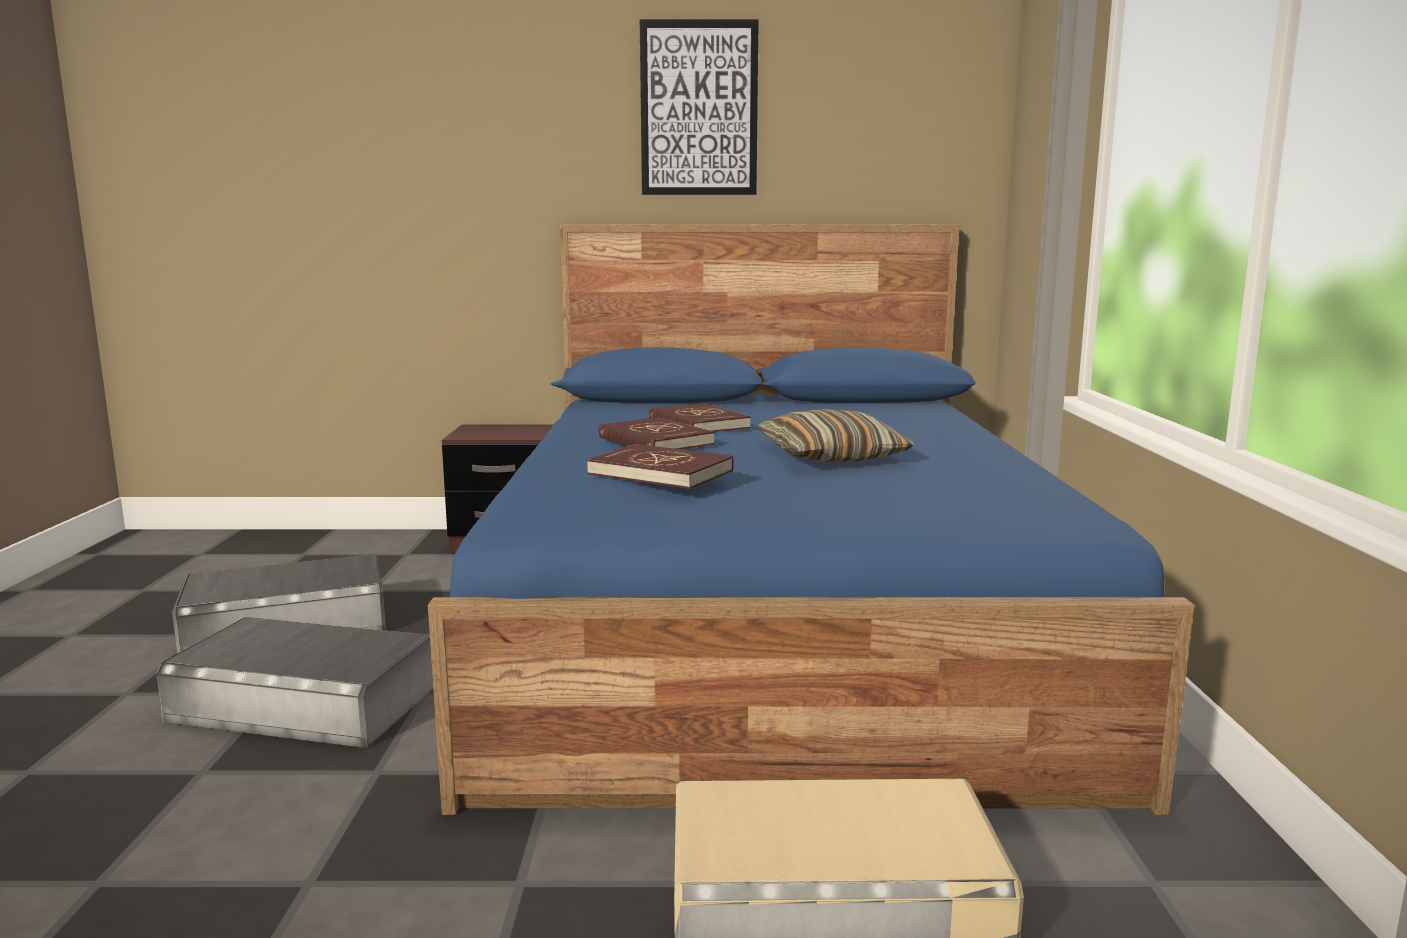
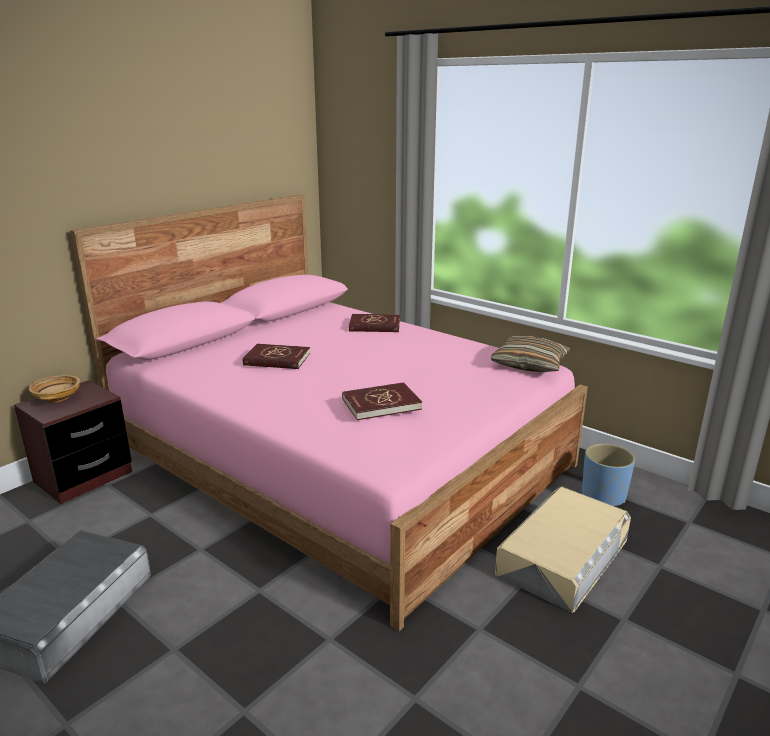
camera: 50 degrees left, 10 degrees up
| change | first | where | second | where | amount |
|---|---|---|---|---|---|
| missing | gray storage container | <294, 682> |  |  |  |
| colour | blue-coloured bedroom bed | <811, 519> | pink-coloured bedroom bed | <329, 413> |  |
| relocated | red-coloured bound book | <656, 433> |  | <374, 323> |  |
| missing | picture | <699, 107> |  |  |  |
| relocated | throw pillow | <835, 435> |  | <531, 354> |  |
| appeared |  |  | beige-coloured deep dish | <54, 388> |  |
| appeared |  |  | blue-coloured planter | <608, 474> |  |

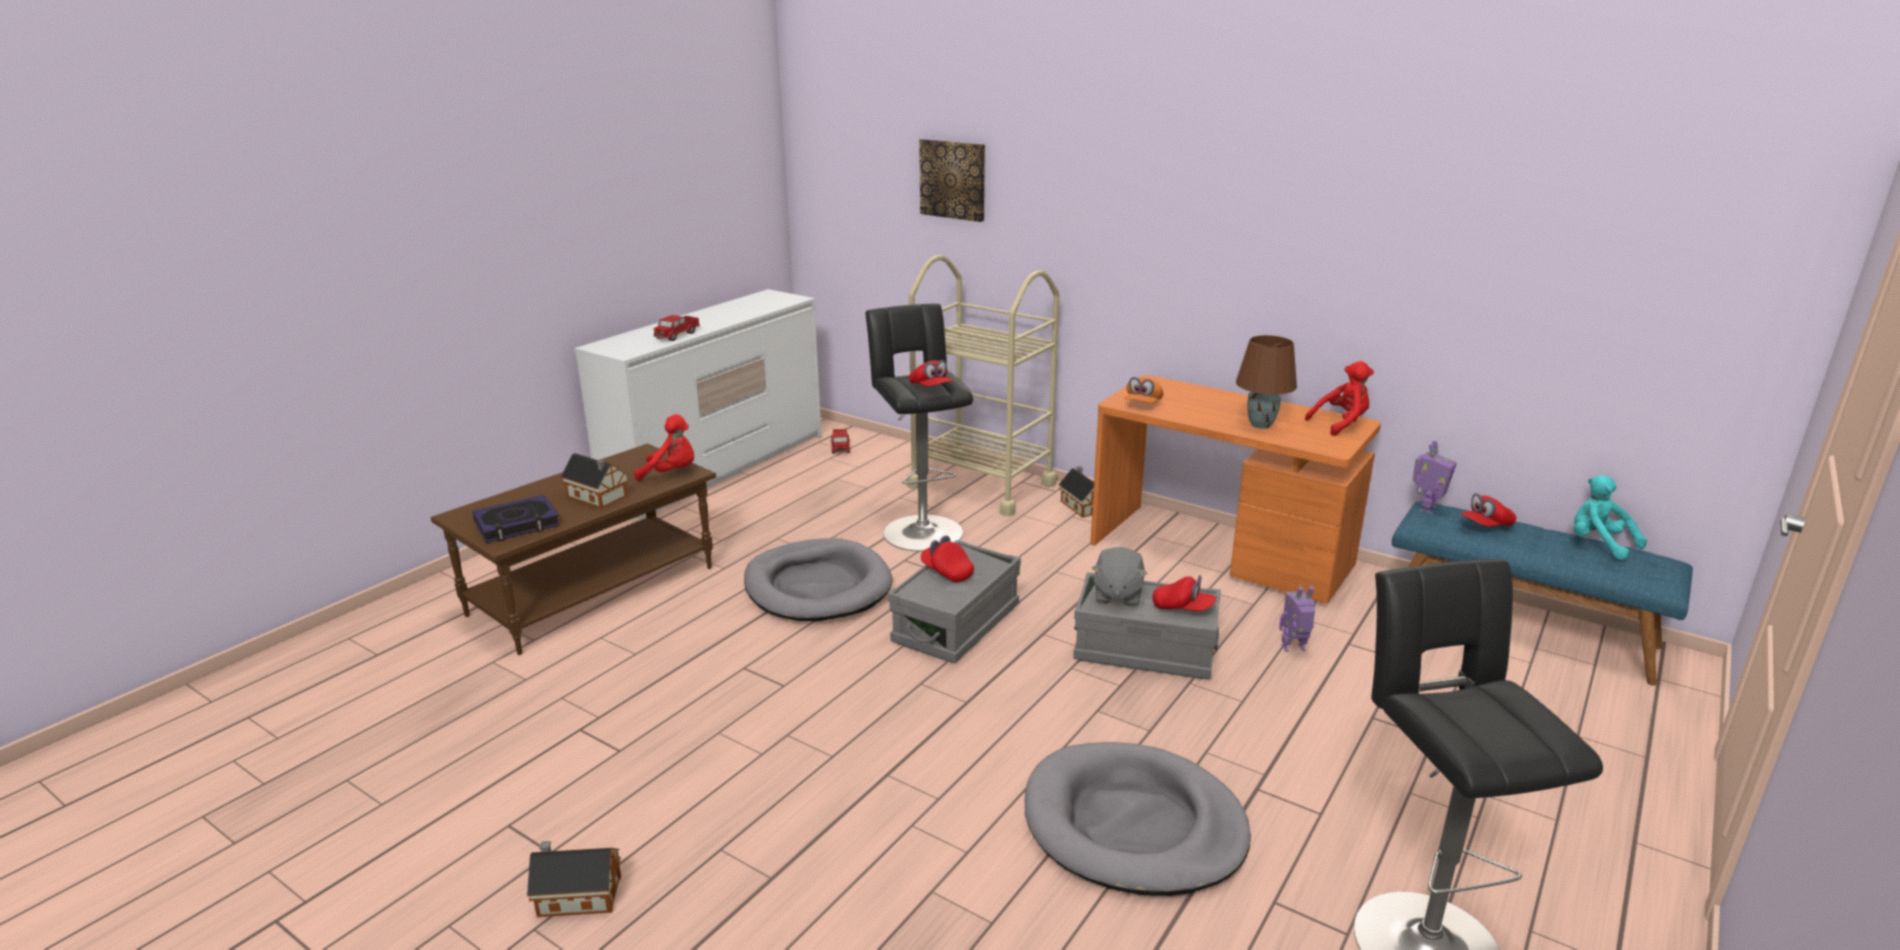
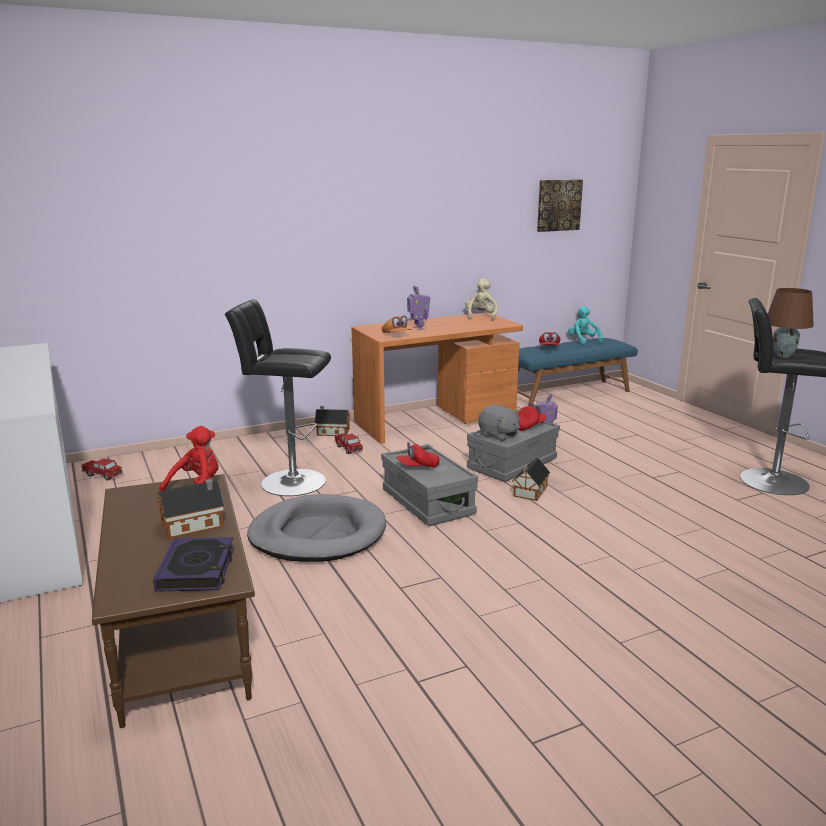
camera: 60 degrees left, 5 degrees down
| change | first | where | second | where | amount |
|---|---|---|---|---|---|
| relocated | model house | <574, 879> |  | <531, 479> |  |
| relocated | model truck | <677, 328> |  | <348, 443> |  |
| missing | beige-coloured cart | <983, 385> |  |  |  |
| missing | red-coloured cap | <931, 373> |  |  |  |
| relocated | picture | <952, 180> |  | <560, 205> |  |
| missing | gray dog bed | <1138, 819> |  |  |  |
| relocated | brownish lamp for a table | <1266, 382> |  | <791, 323> |  |
| colour | red-coloured plush toy | <1339, 398> | beige-coloured plush toy | <481, 299> |  |
| relocated | robot figure | <1434, 477> |  | <418, 307> |  |
| spun | turquoise plush toy | <1610, 517> |  | <585, 325> | 75 degrees clockwise |

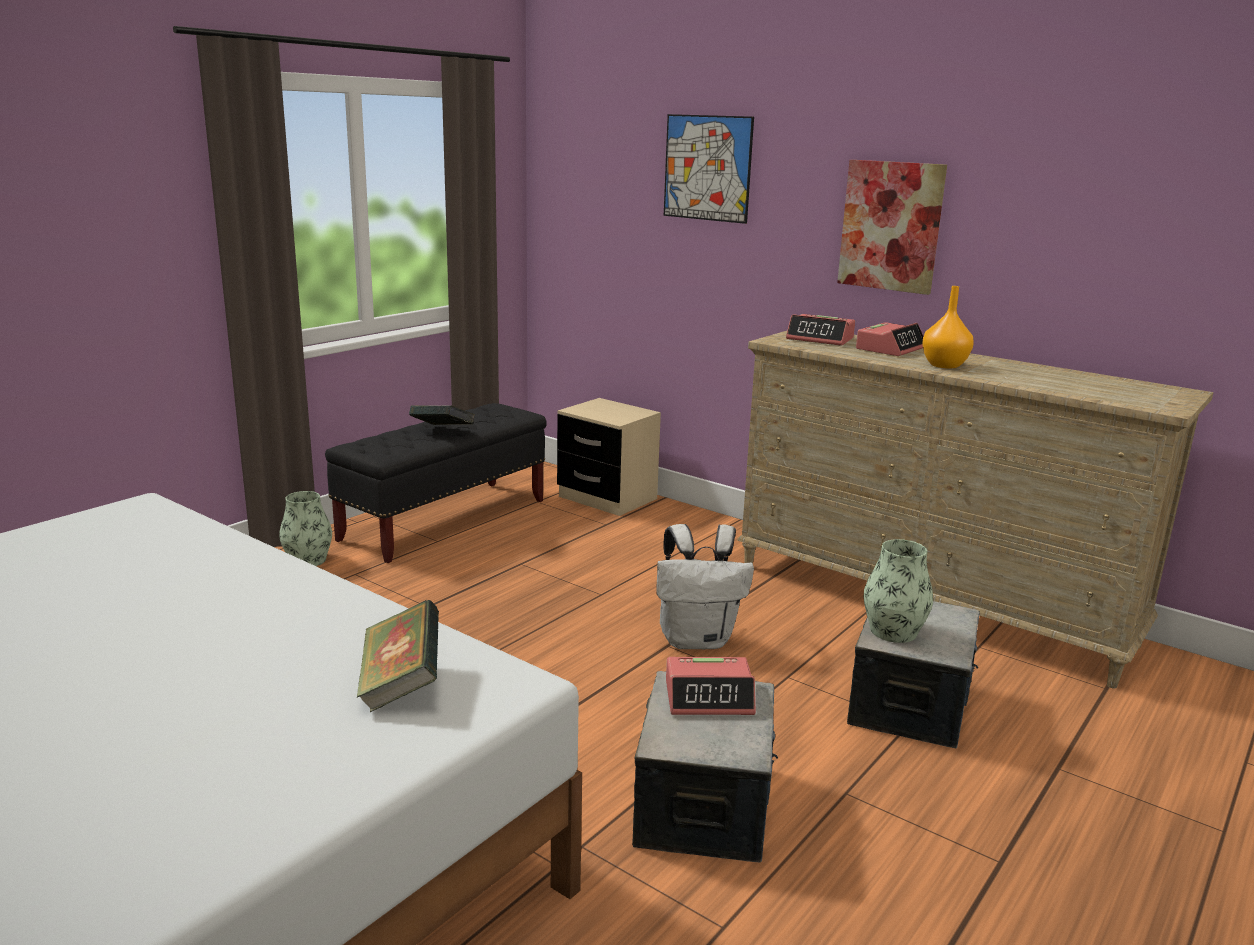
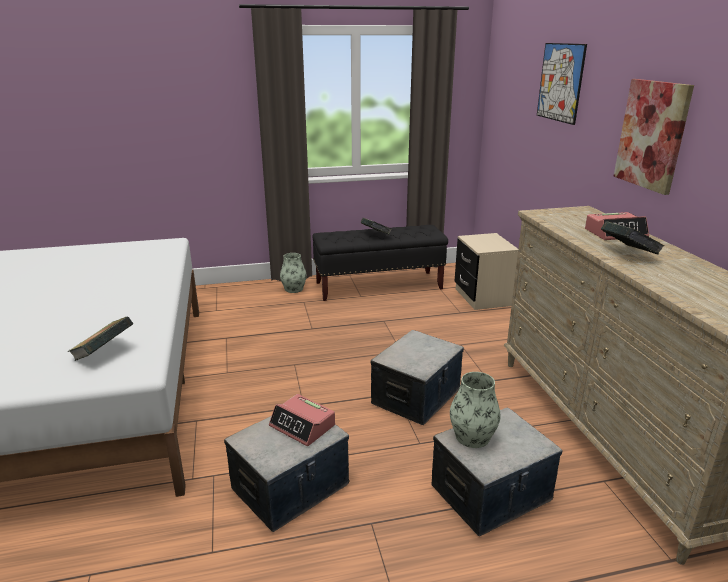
camera: 40 degrees right, 5 degrees up
| change | first | where | second | where | amount |
|---|---|---|---|---|---|
| exchanged | whitish knapsack | <705, 586> | storage container | <417, 377> |  |
| missing | table clock | <820, 330> |  |  |  |
| exchanged | orange decorative vase | <948, 327> | bound book | <632, 238> |  |

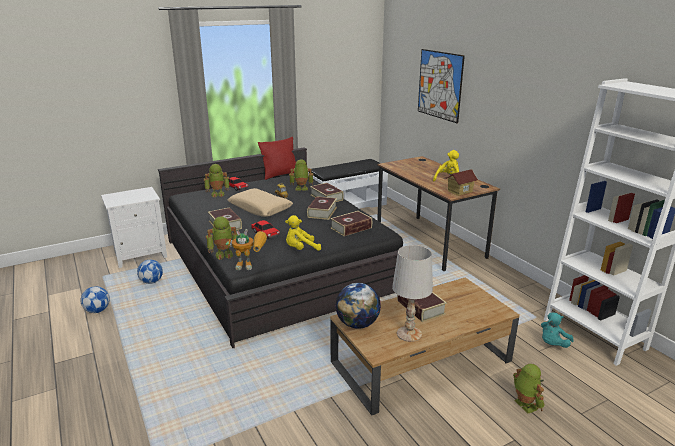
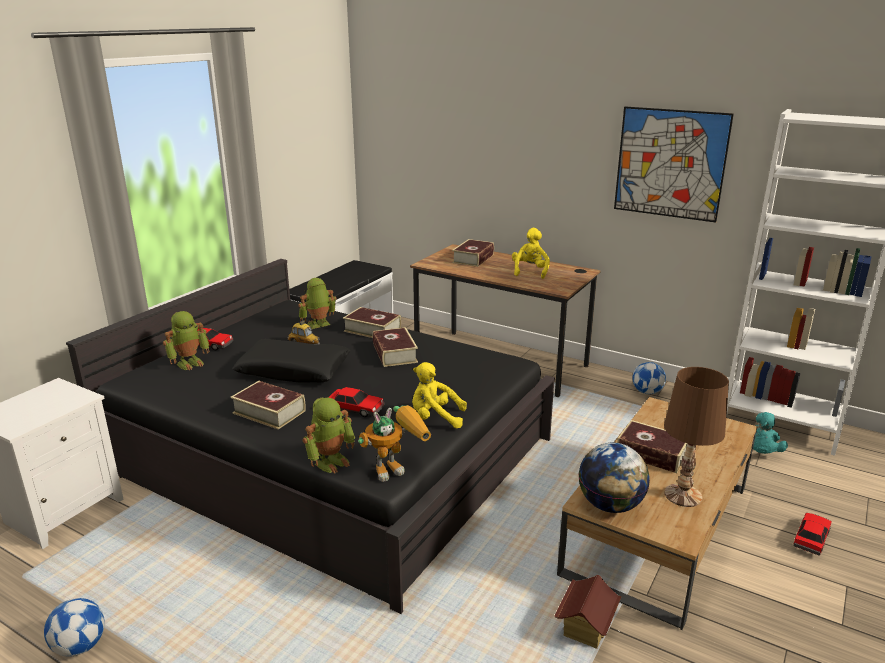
camera: 30 degrees left, 0 degrees up
| change | first | where | second | where | amount |
|---|---|---|---|---|---|
| relocated | football ball | <150, 272> |  | <649, 378> |  |
| colour | beige-coloured throw pillow | <260, 202> | blackish throw pillow | <291, 361> |  |
| missing | red-coloured throw pillow | <277, 158> |  |  |  |
| spun | yellowish plush toy | <303, 233> |  | <439, 395> | 60 degrees clockwise |
| relocated | bound book | <351, 223> |  | <473, 253> |  |
| colour | whitish lamp for a table | <412, 293> | brownish lamp for a table | <696, 437> |  |
| relocated | picture | <441, 86> |  | <674, 165> |  |
| relocated | model house | <461, 182> |  | <588, 612> |  |
| exchanged | robot figure | <529, 388> | model car | <812, 534> |  |

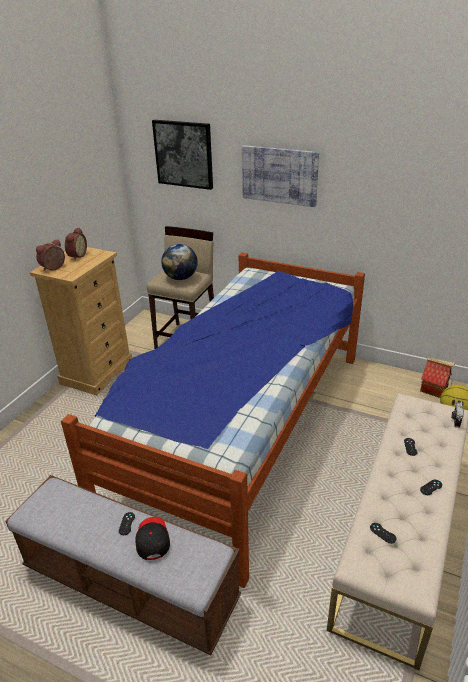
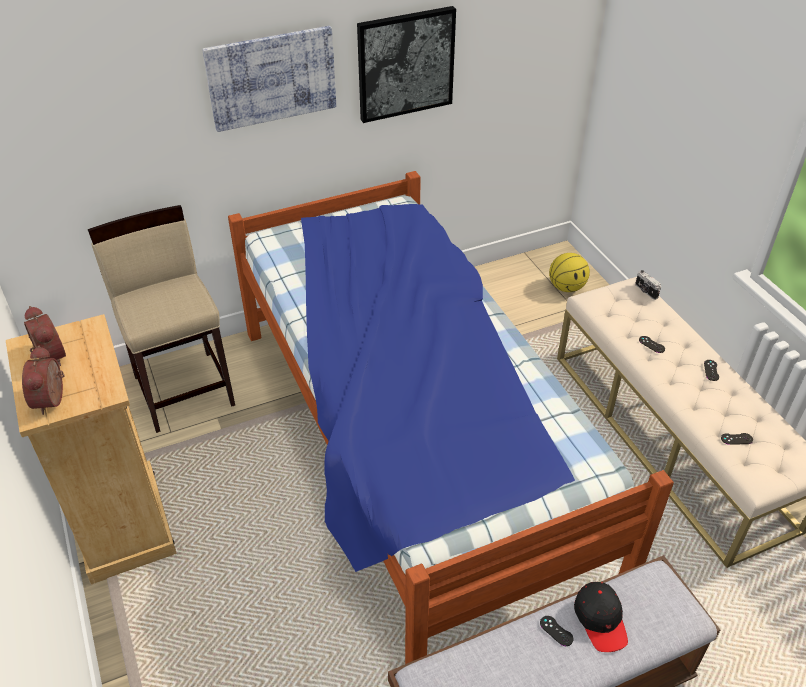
camera: 50 degrees left, 10 degrees up
| change | first | where | second | where | amount |
|---|---|---|---|---|---|
| spun | blackish cap | <152, 538> |  | <601, 617> | 135 degrees counterclockwise |
| relocated | picture | <182, 155> |  | <406, 64> |  |
| missing | desk globe | <179, 262> |  |  |  |
| missing | model house | <437, 377> |  |  |  |

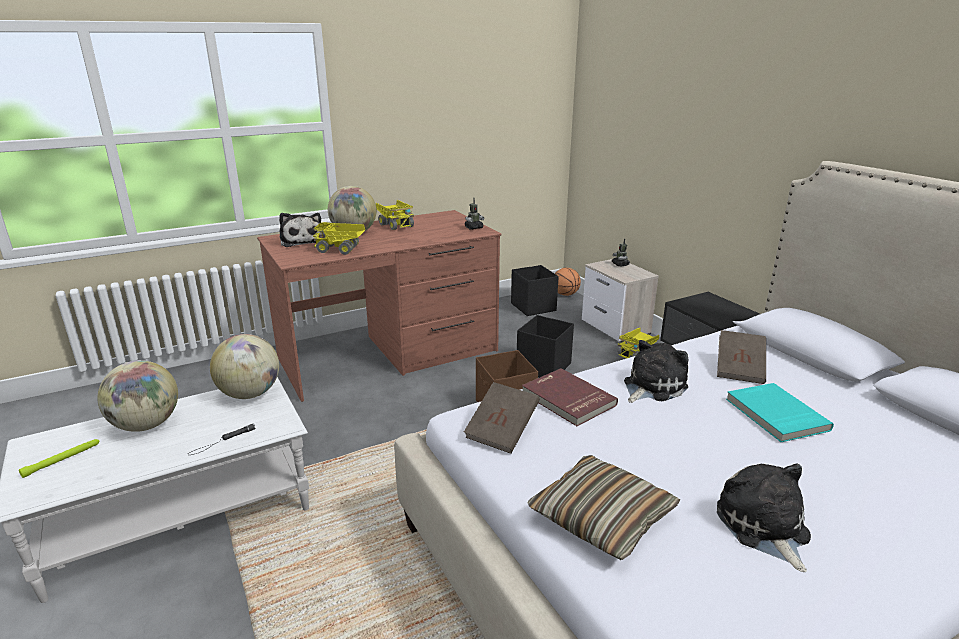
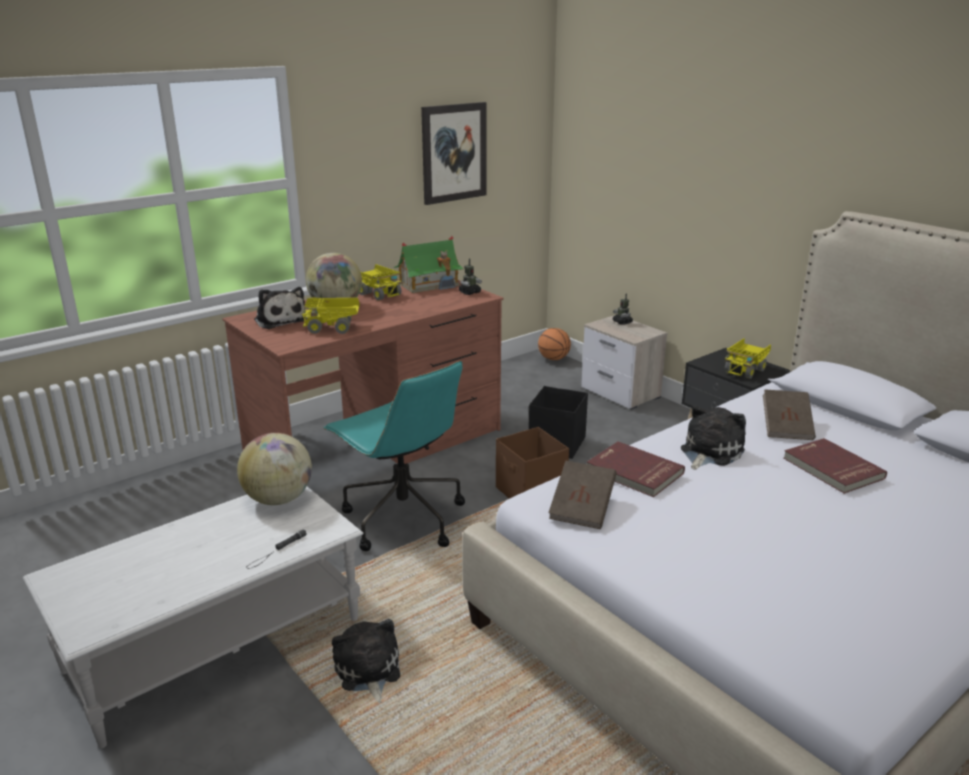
camera: 10 degrees left, 0 degrees up
| change | first | where | second | where | amount |
|---|---|---|---|---|---|
| missing | greenish torch | <59, 458> |  |  |  |
| missing | desk globe | <137, 396> |  |  |  |
| missing | blackish storage container | <535, 290> |  |  |  |
| missing | throw pillow | <603, 507> |  |  |  |
| relocated | model truck | <638, 343> |  | <747, 358> |  |
| relocated | plush toy | <764, 517> |  | <366, 661> |  |
| colour | turquoise bound book | <780, 412> | red-coloured bound book | <835, 466> |  |
| appeared |  |  | turquoise computer chair | <394, 455> |  |
| appeared |  |  | model house | <428, 264> |  |
| appeared |  |  | picture | <454, 153> |  |

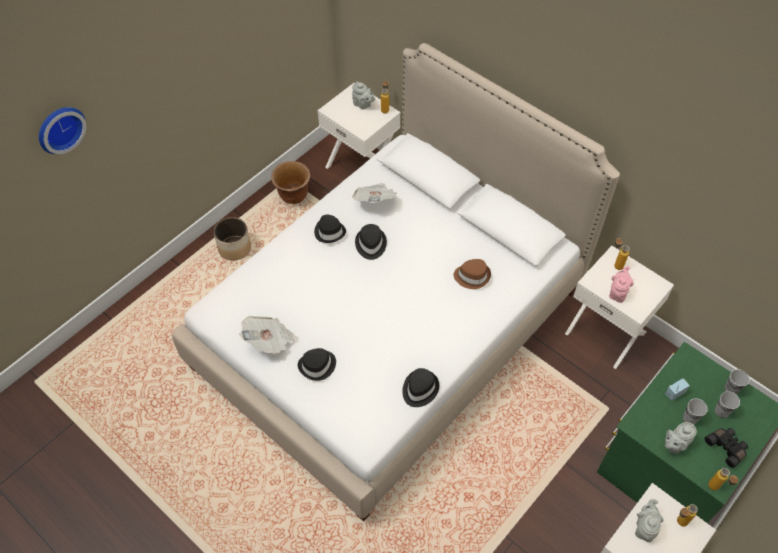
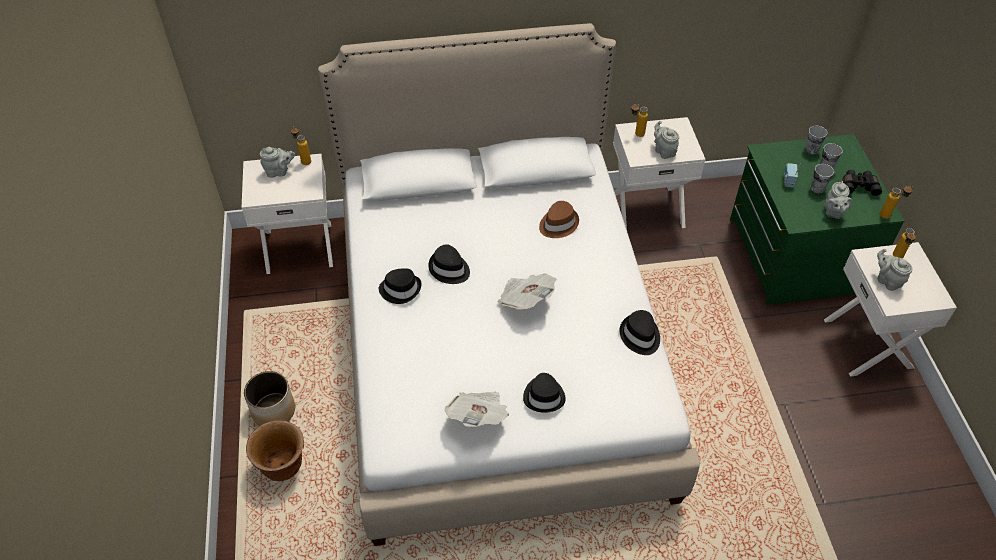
camera: 50 degrees left, 5 degrees down
| change | first | where | second | where | amount |
|---|---|---|---|---|---|
| missing | wall clock | <62, 130> |  |  |  |
| relocated | brownish planter | <290, 182> |  | <275, 450> |  |
| relocated | daily paper | <374, 193> |  | <527, 291> |  |
| colour | pink-coloured teapot | <621, 284> | gray teapot | <666, 140> |  |

